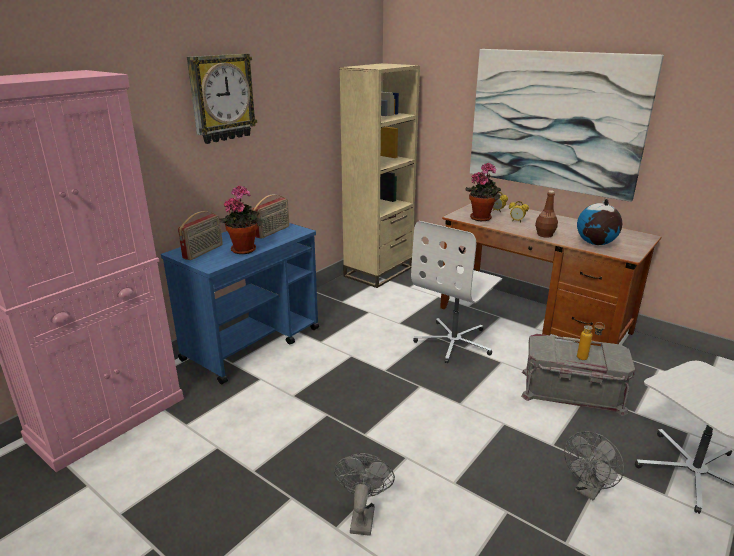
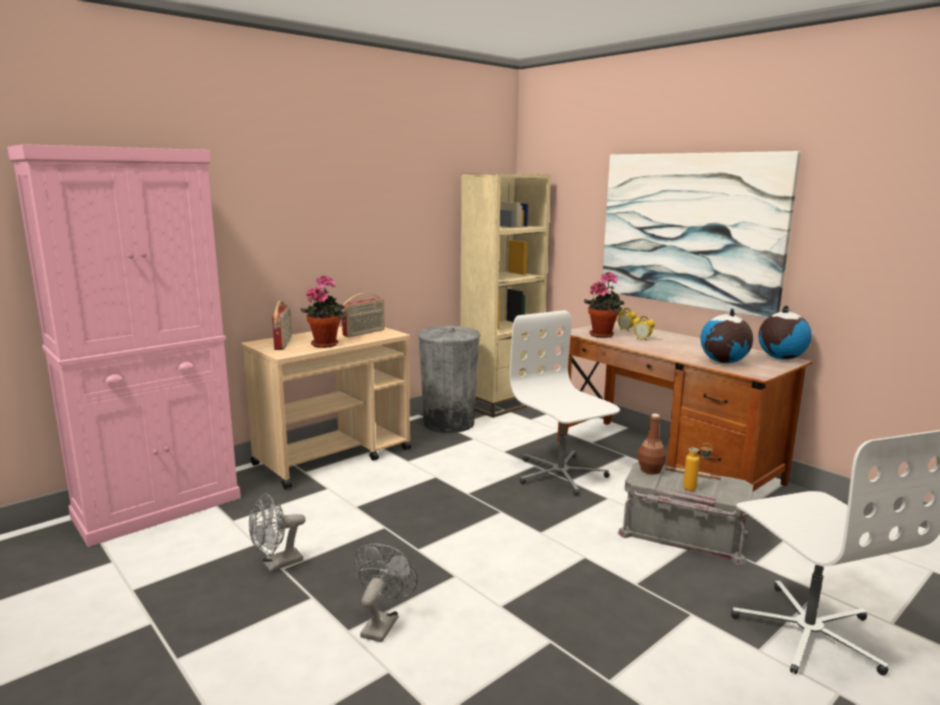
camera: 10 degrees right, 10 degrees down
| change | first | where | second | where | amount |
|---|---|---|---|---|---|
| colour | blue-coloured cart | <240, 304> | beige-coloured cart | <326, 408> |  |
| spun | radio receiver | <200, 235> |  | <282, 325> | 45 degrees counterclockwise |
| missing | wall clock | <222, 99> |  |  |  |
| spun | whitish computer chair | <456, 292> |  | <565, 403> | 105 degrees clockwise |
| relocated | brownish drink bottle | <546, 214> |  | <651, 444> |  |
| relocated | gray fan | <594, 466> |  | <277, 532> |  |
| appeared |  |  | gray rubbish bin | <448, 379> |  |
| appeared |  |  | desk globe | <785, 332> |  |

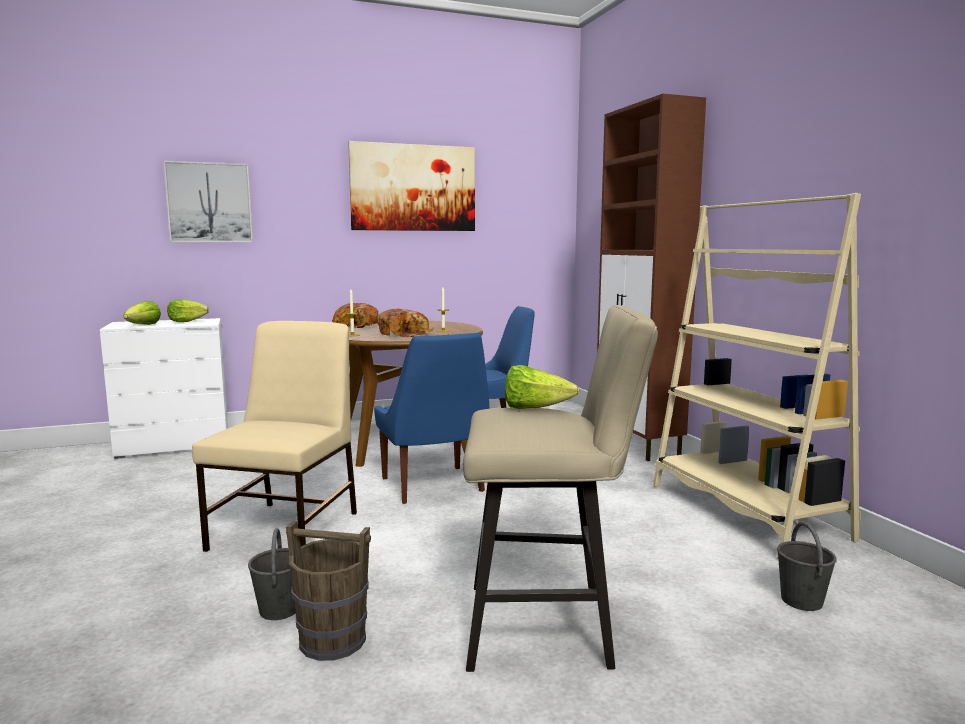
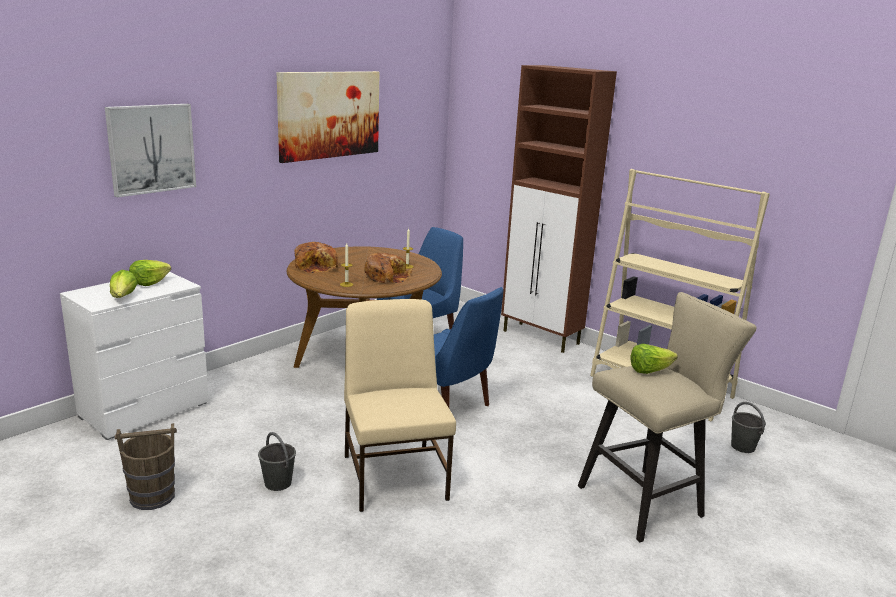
camera: 30 degrees left, 10 degrees up
| change | first | where | second | where | amount |
|---|---|---|---|---|---|
| relocated | gray water bucket | <272, 574> |  | <277, 461> |  |
| relocated | brownish water bucket | <328, 591> |  | <146, 466> |  |

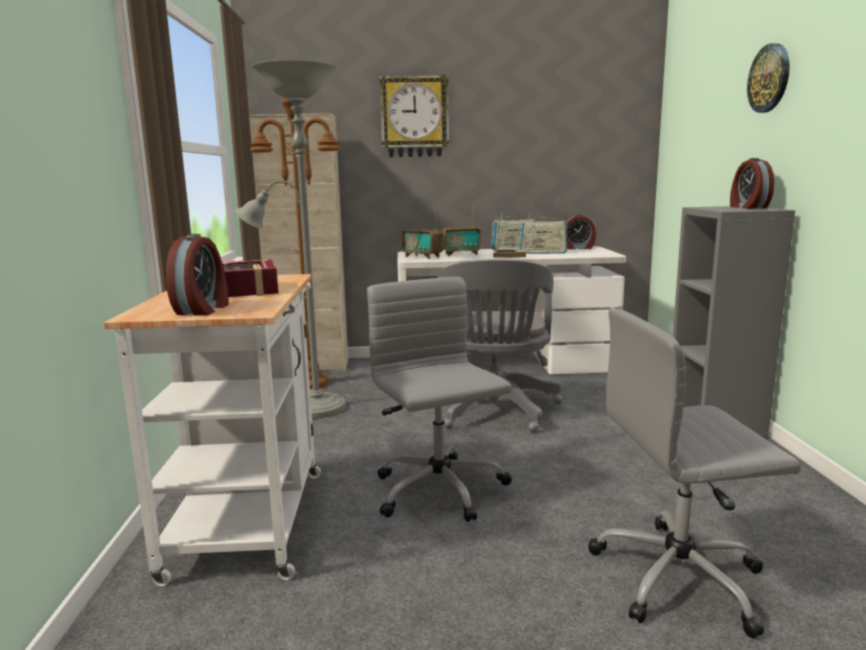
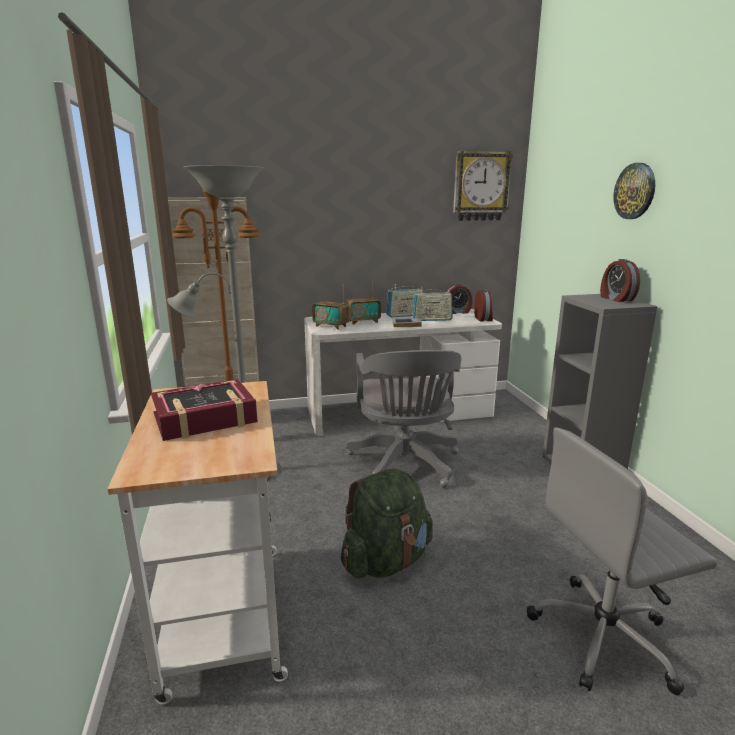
camera: 10 degrees left, 5 degrees up
| change | first | where | second | where | amount |
|---|---|---|---|---|---|
| relocated | table clock | <197, 274> |  | <483, 305> |  |
| exchanged | gray computer chair | <439, 399> | greenish knapsack | <387, 523> |  |
| relocated | wall clock | <414, 116> |  | <483, 186> |  |

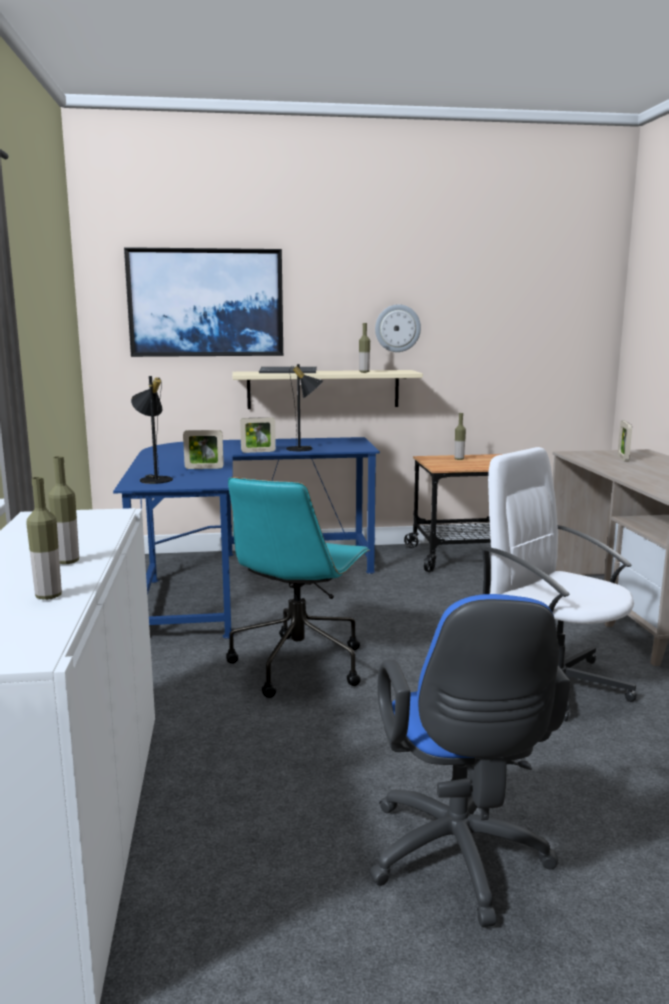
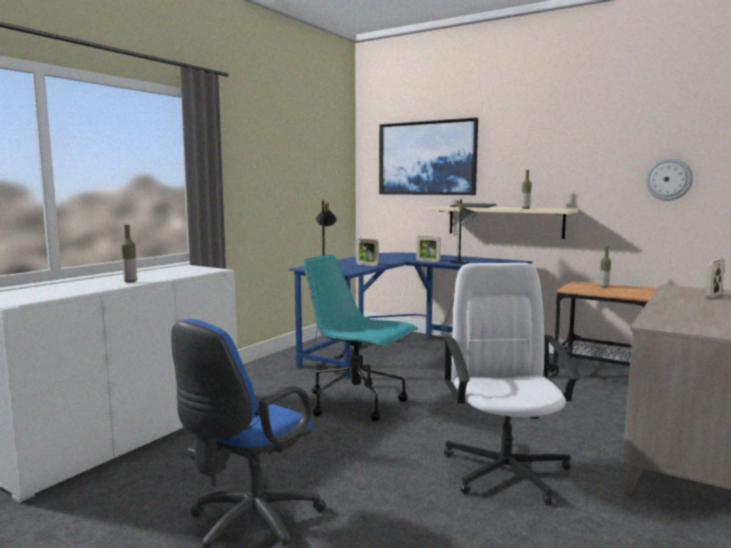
camera: 40 degrees right, 5 degrees down
| change | first | where | second | where | amount |
|---|---|---|---|---|---|
| missing | drink bottle | <44, 538> |  |  |  |
| spun | turquoise computer chair | <298, 587> |  | <360, 338> | 60 degrees clockwise |
| relocated | wall clock | <398, 328> |  | <669, 179> |  |

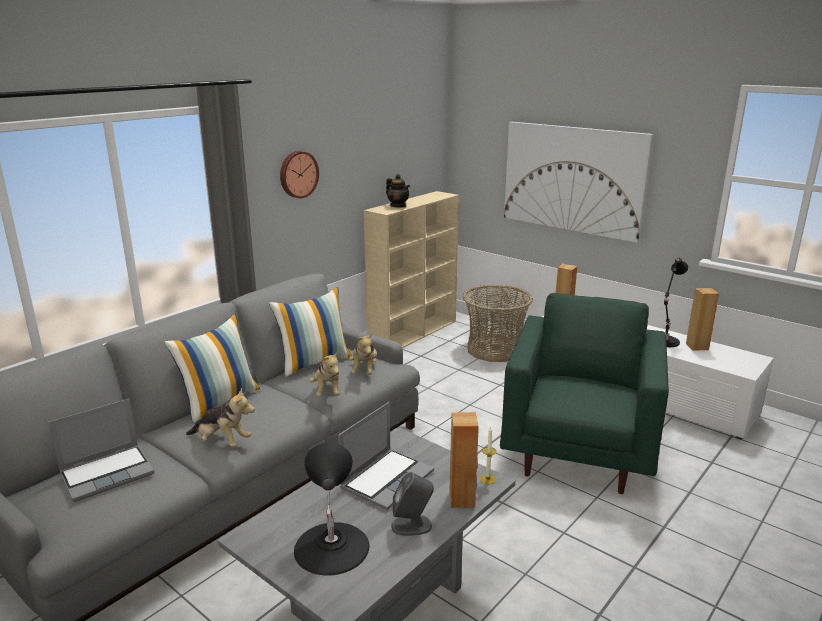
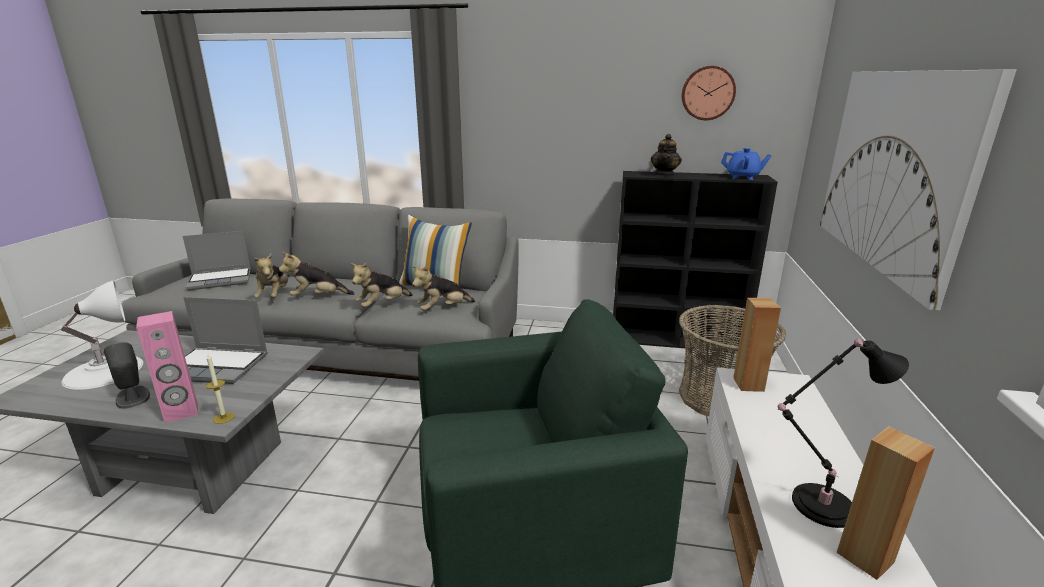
camera: 60 degrees right, 0 degrees up
| change | first | where | second | where | amount |
|---|---|---|---|---|---|
| spun | laptop | <101, 450> |  | <217, 260> | 45 degrees counterclockwise |
| missing | throw pillow | <212, 368> |  |  |  |
| relocated | wall clock | <299, 174> |  | <709, 93> |  |
| colour | blackish lamp for a table | <331, 509> | whitish lamp for a table | <102, 335> |  |
| colour | beige-coloured bookshelf | <411, 269> | blackish bookshelf | <695, 262> |  |
| colour | brownish speaker | <464, 460> | pink-coloured speaker | <167, 367> |  |
| appeared |  |  | plush toy | <317, 274> |  |
| appeared |  |  | blue-coloured teapot | <746, 164> |  |

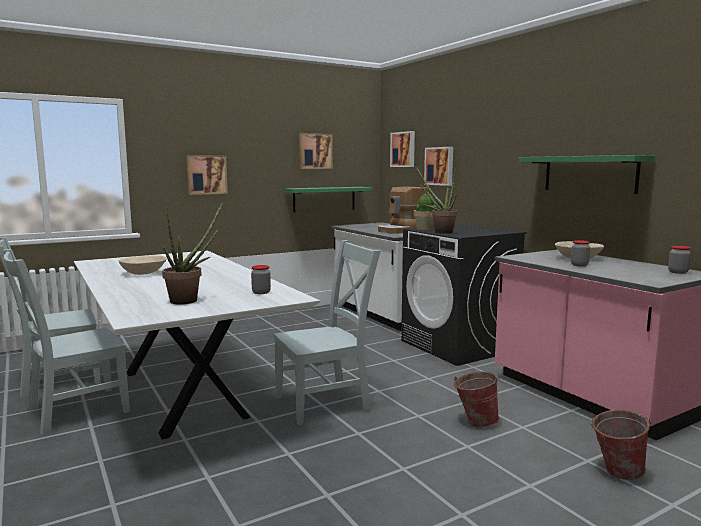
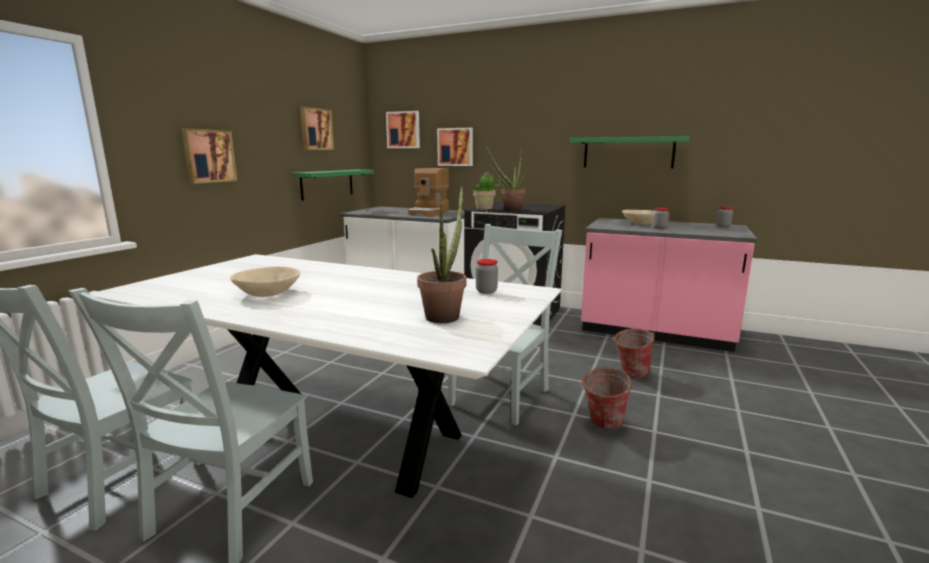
camera: 35 degrees left, 5 degrees up
| change | first | where | second | where | amount |
|---|---|---|---|---|---|
| relocated | water bucket | <620, 445> |  | <606, 398> |  |

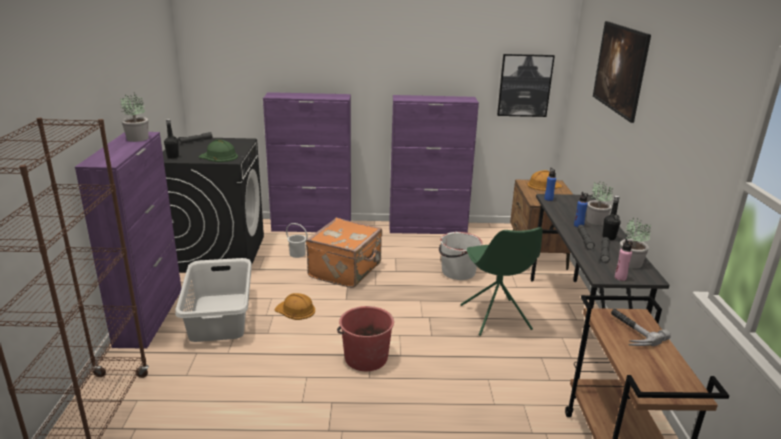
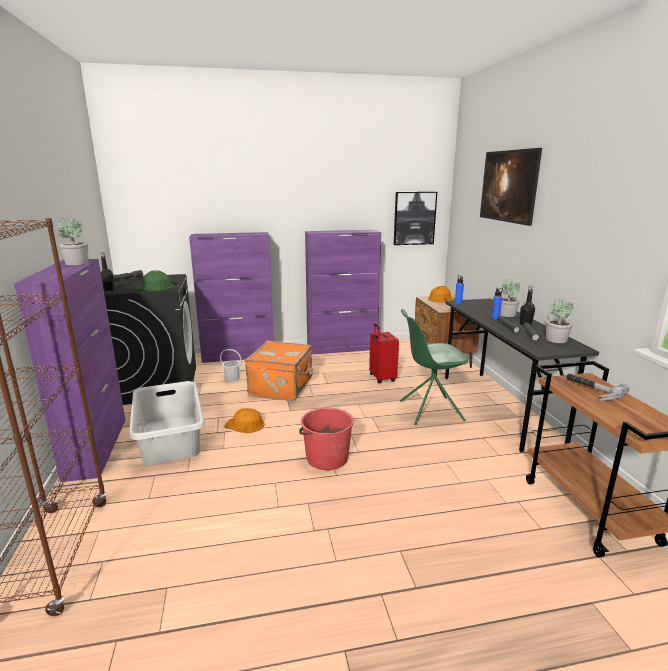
camera: 10 degrees left, 5 degrees down
| change | first | where | second | where | amount |
|---|---|---|---|---|---|
| exchanged | whitish water bucket | <460, 256> | red-coloured piece of luggage | <384, 353> |  |
| spun | greenish upright chair | <501, 281> |  | <435, 367> | 105 degrees clockwise |
| missing | pink-coloured drink bottle | <624, 260> |  |  |  |

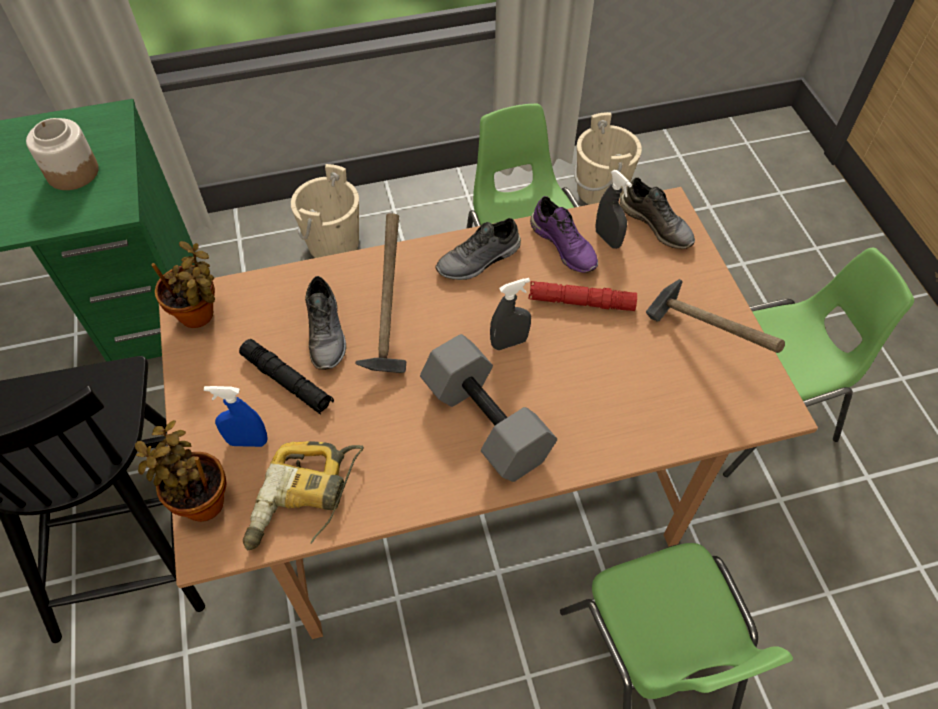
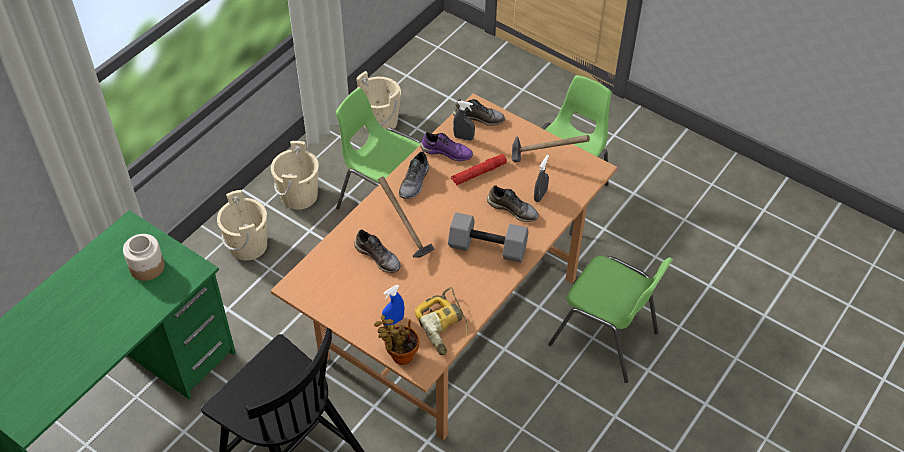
camera: 40 degrees left, 5 degrees down
| change | first | where | second | where | amount |
|---|---|---|---|---|---|
| missing | plant in a pot | <183, 284> |  |  |  |
| missing | blackish torch | <286, 377> |  |  |  |
| relocated | gray sprayer | <510, 314> |  | <541, 178> |  |
| appeared |  |  | beige-coloured water bucket | <295, 175> |  |
| appeared |  |  | gray low shoe | <513, 203> |  |

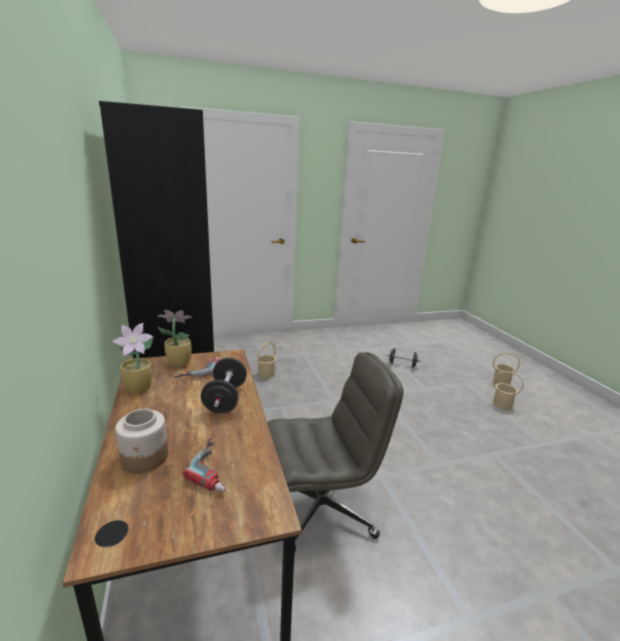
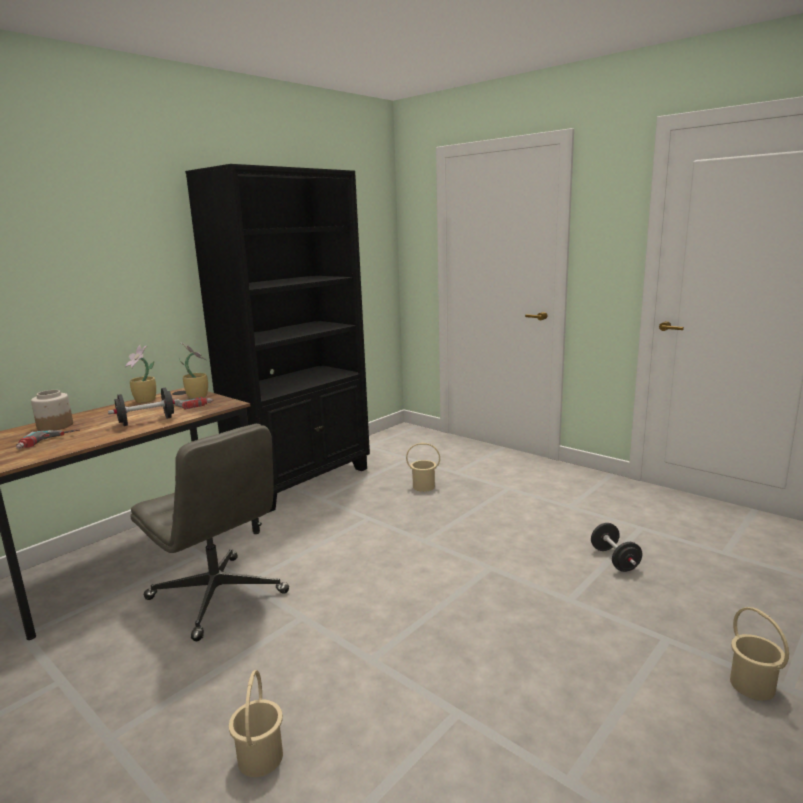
camera: 60 degrees right, 5 degrees down
| change | first | where | second | where | amount |
|---|---|---|---|---|---|
| relocated | beige-coloured water bucket | <508, 390> |  | <256, 723> |  |

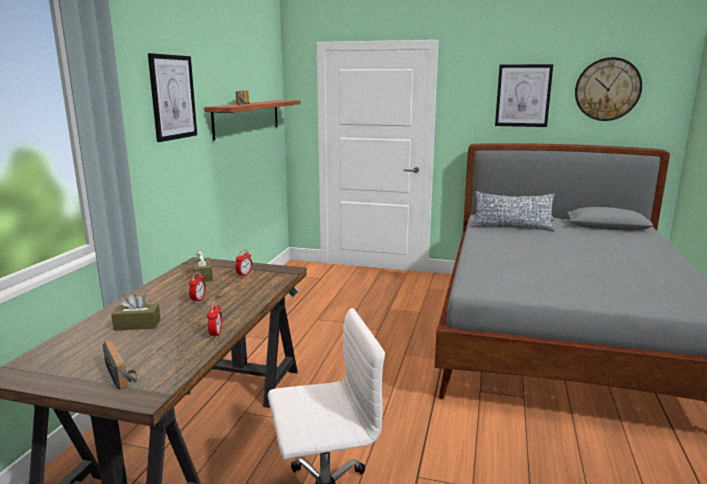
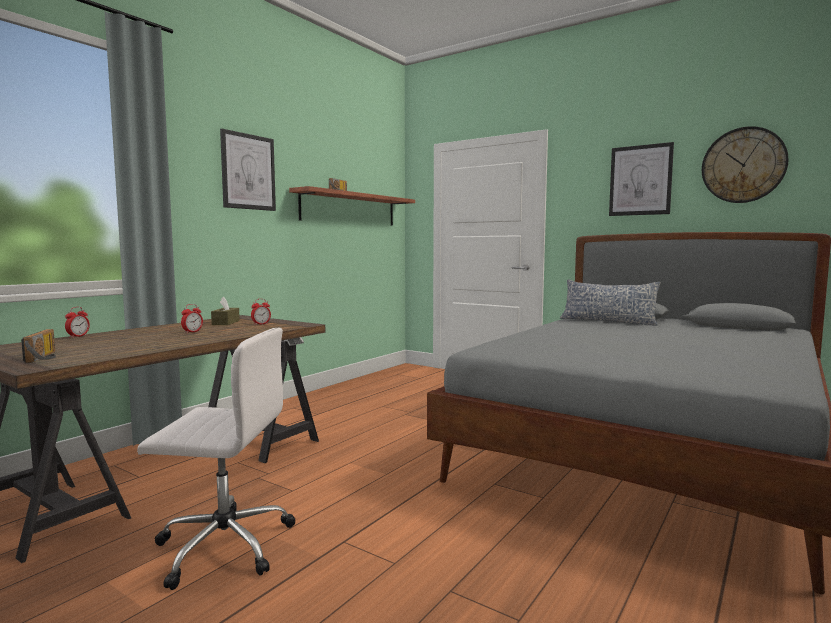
camera: 20 degrees right, 10 degrees down
| change | first | where | second | where | amount |
|---|---|---|---|---|---|
| missing | brownish tissue holder | <135, 312> |  |  |  |
| relocated | table clock | <214, 320> |  | <77, 322> |  |

